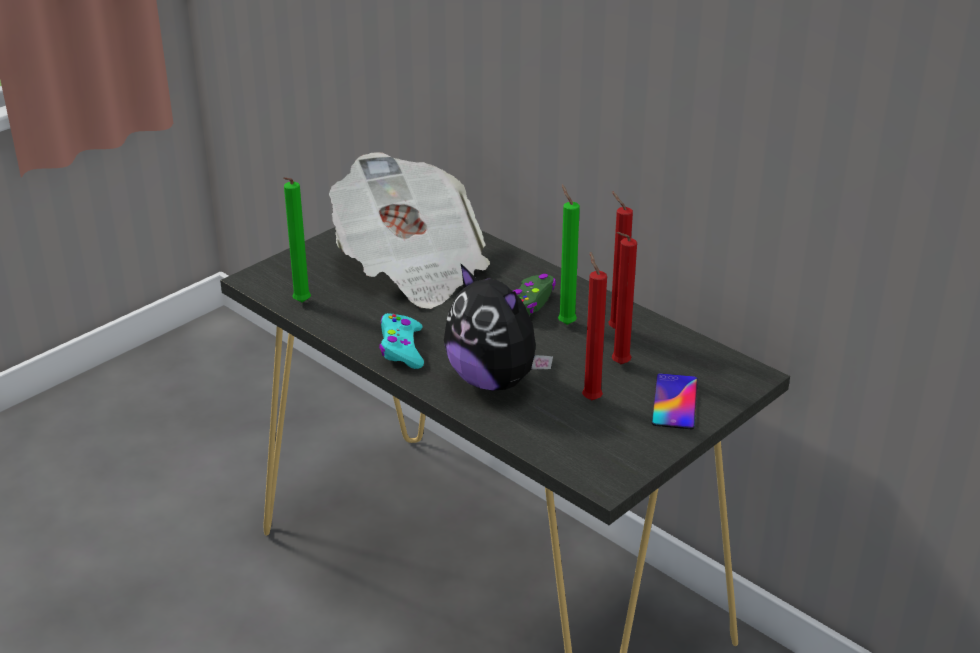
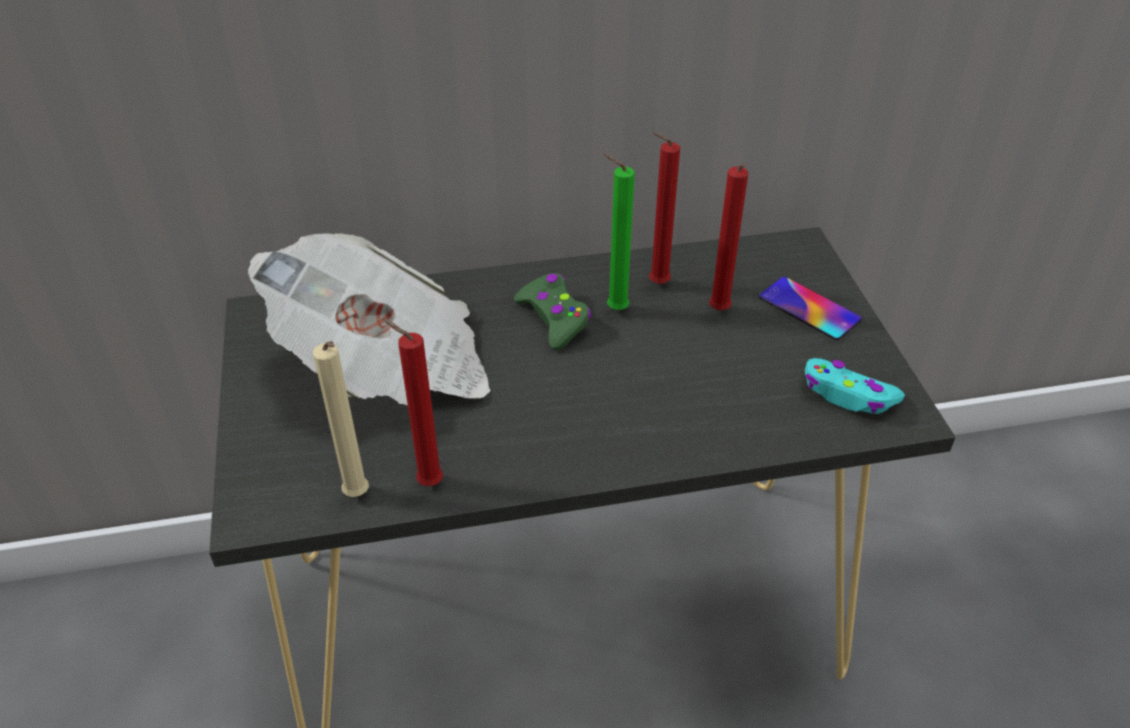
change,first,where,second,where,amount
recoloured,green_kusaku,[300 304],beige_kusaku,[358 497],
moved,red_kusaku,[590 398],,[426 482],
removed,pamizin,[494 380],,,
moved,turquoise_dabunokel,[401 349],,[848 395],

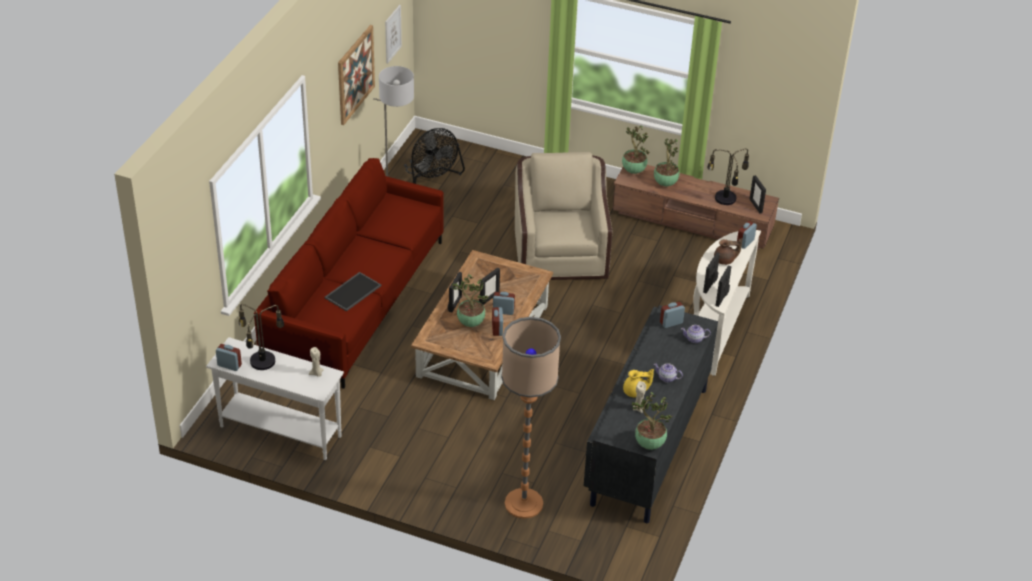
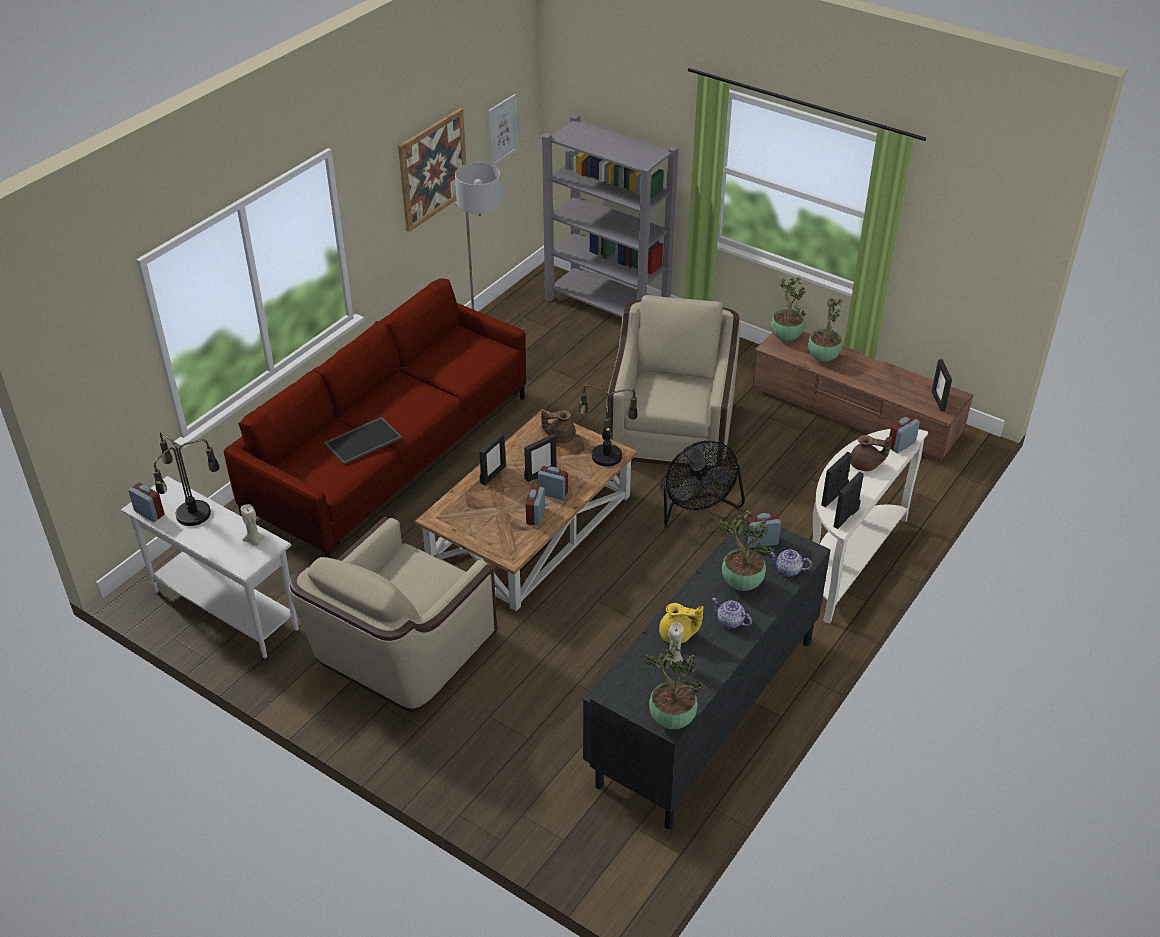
change,first,where,second,where,amount
moved,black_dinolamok,[430 177],,[693 507],
moved,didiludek,[725 198],,[606 457],
moved,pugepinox,[470 323],,[740 584],
removed,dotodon,[523 504],,,
added,,,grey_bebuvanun,[607 306],
added,,,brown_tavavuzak,[560 437],
added,,,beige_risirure,[399 652],

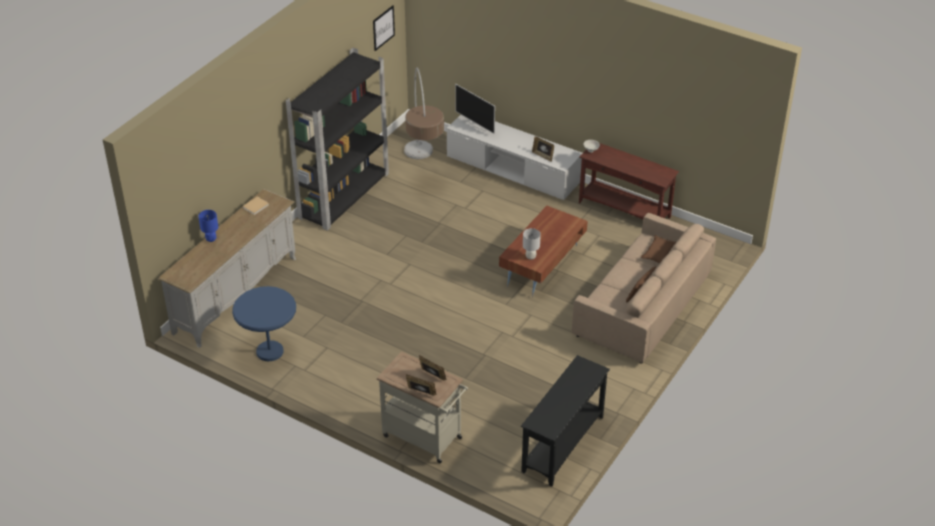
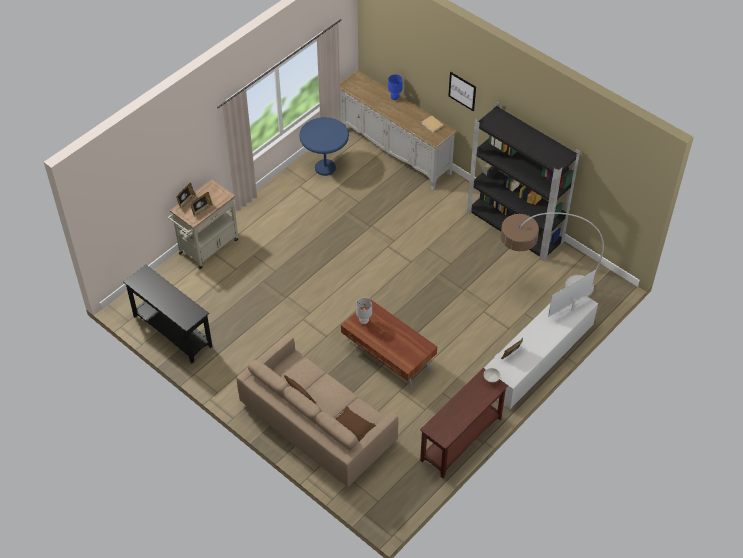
change,first,where,second,where,amount
moved,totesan,[383 28],,[462 91],

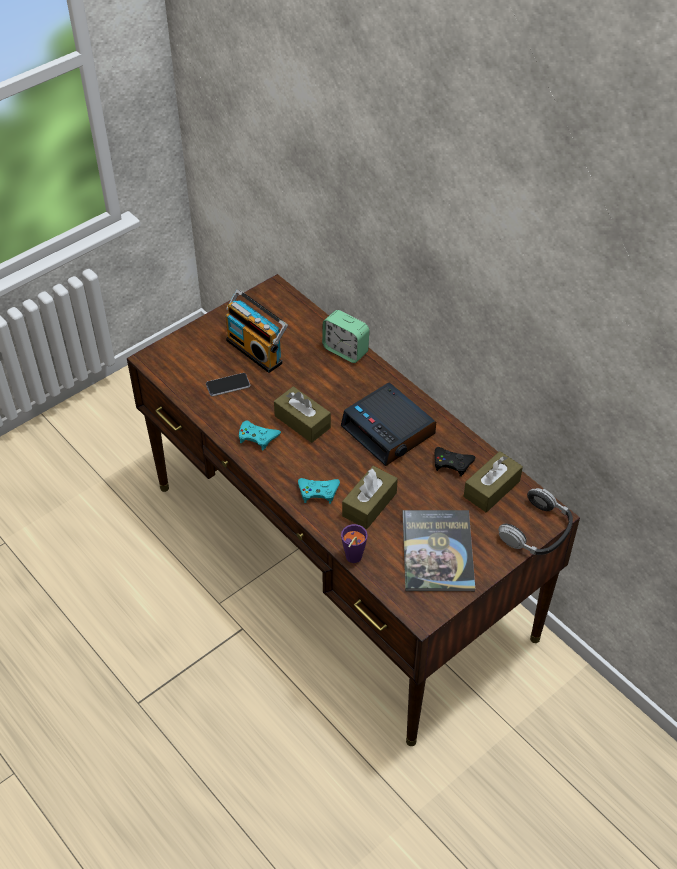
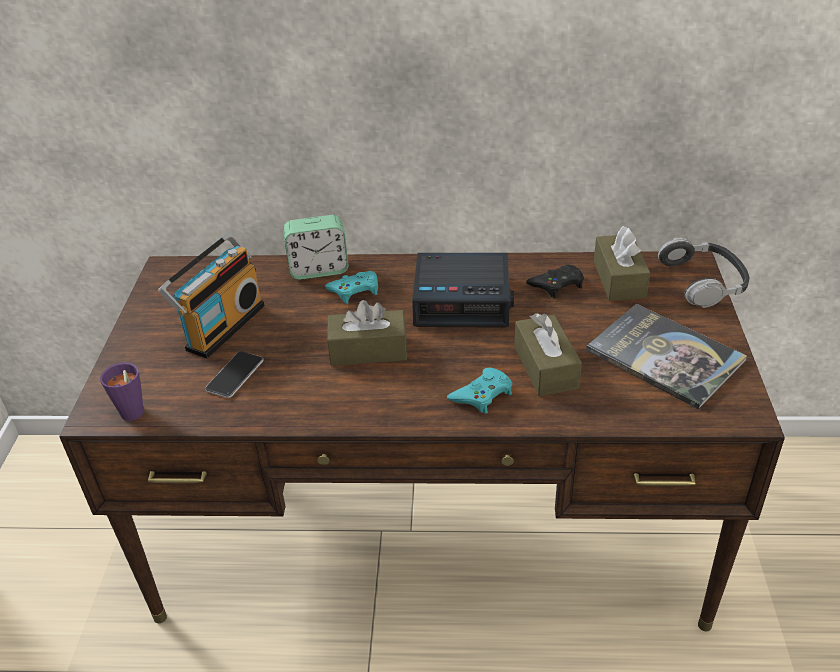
change,first,where,second,where,amount
turned,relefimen,[256 350],,[222 326],60 degrees counterclockwise
moved,turquoise_dabunokel,[257 437],,[355 290],
moved,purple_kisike,[352 559],,[133 416],

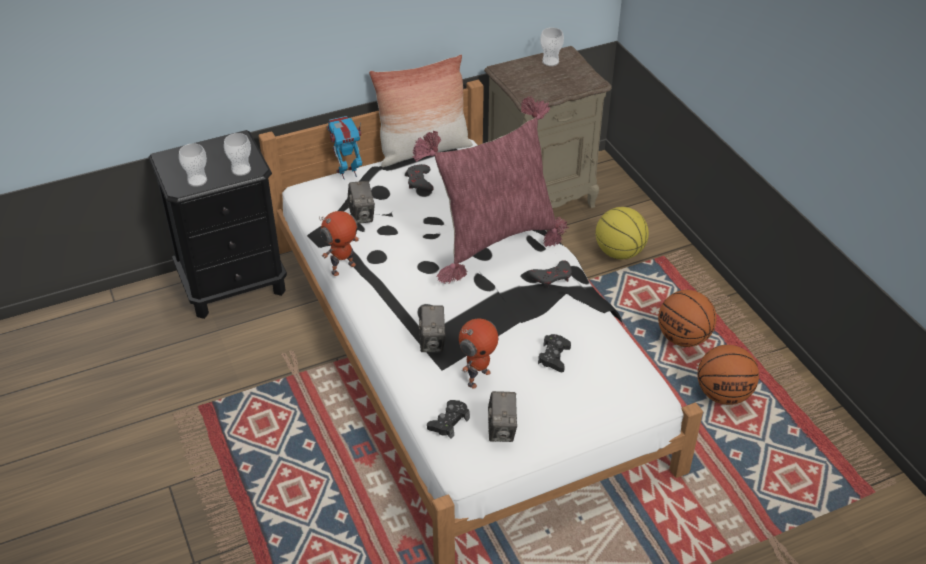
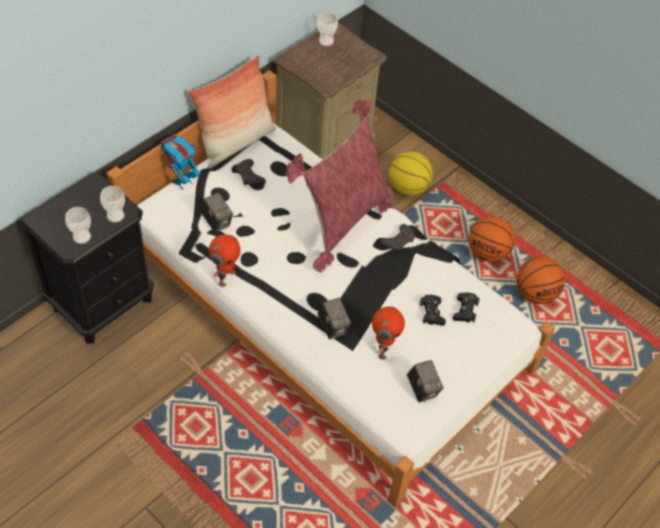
change,first,where,second,where,amount
moved,black_dabunokel,[449 422],,[465 310],

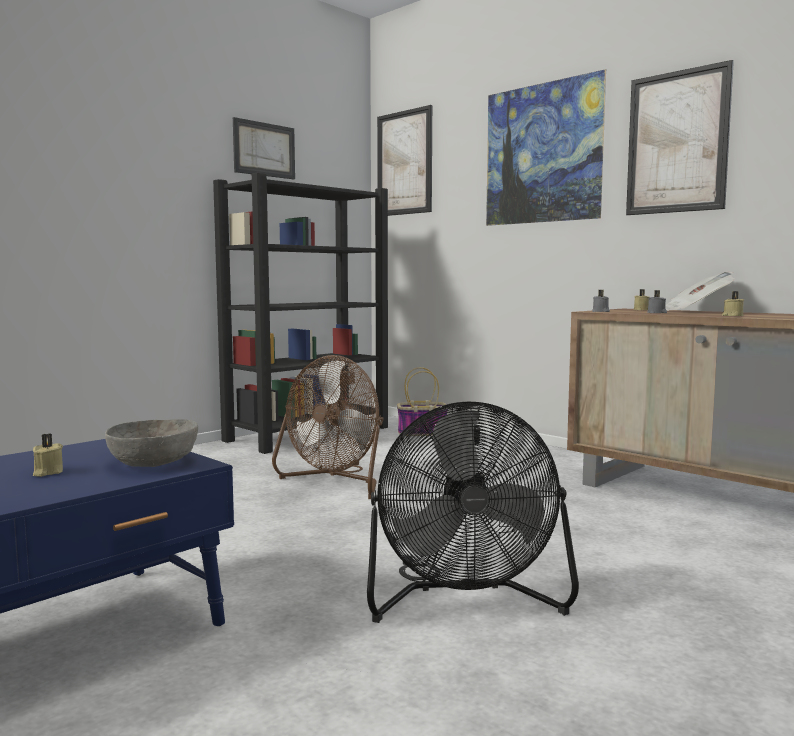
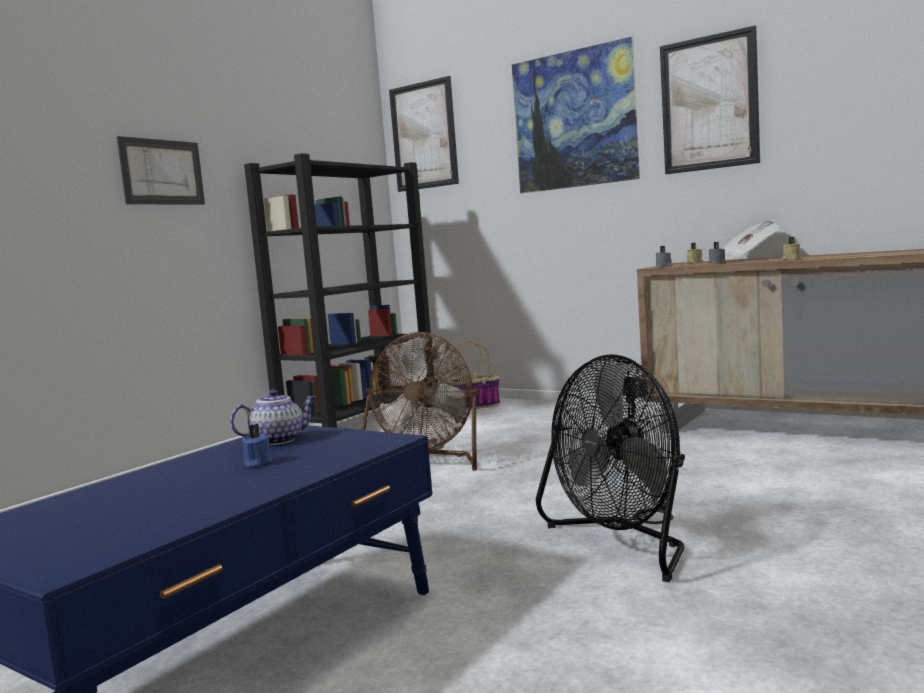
change,first,where,second,where,amount
moved,totesan,[264 149],,[162 172],
turned,black_dinolamok,[457 599],,[625 540],75 degrees clockwise
removed,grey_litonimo,[153 462],,,
recoloured,beige_kusaku,[47 472],blue_kusaku,[256 463],
added,,,tavavuzak,[278 440],

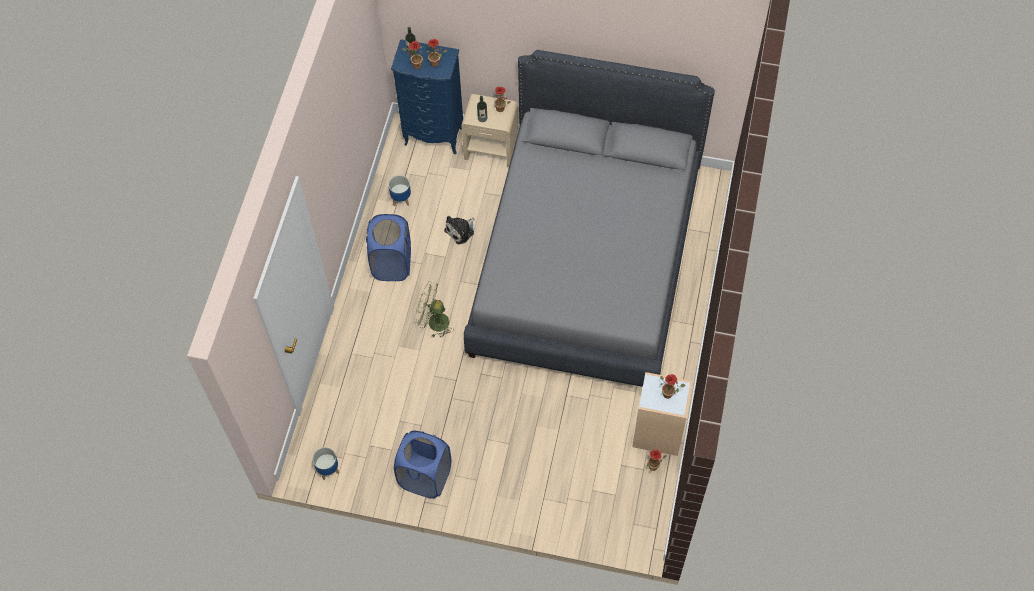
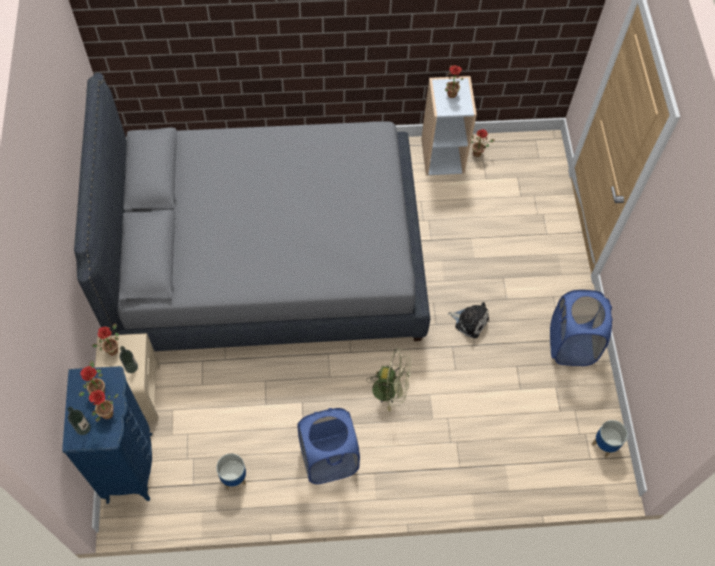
change,first,where,second,where,amount
moved,pamizin,[461 231],,[469 321],
turned,green_dinolamok,[433 322],,[390 390],75 degrees counterclockwise

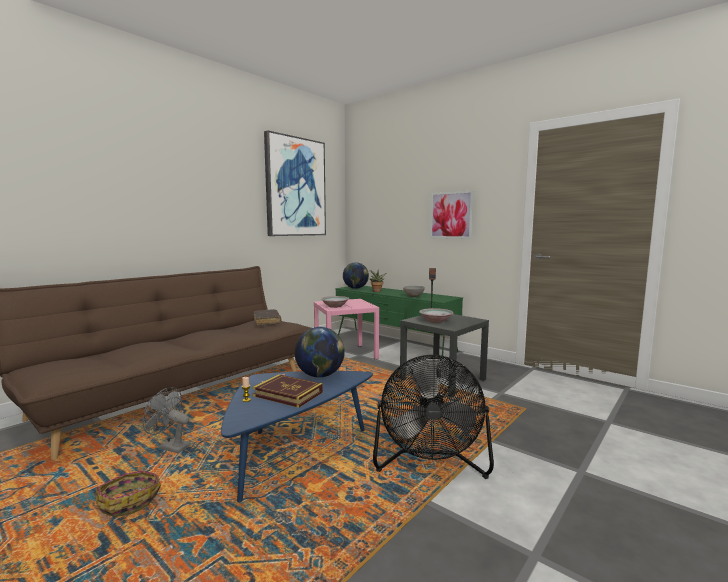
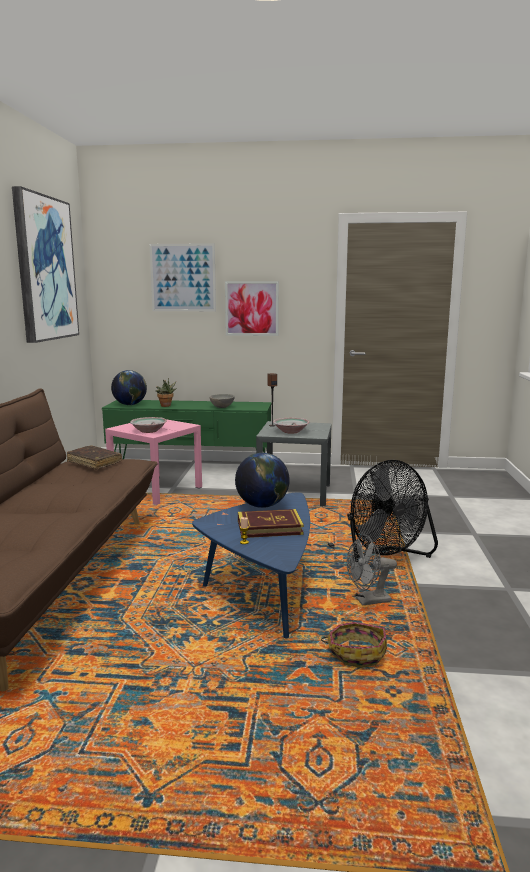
change,first,where,second,where,amount
moved,grey_dinolamok,[170 447],,[367 601],
moved,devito,[130 501],,[356 653],
added,,,totesan,[183 277],

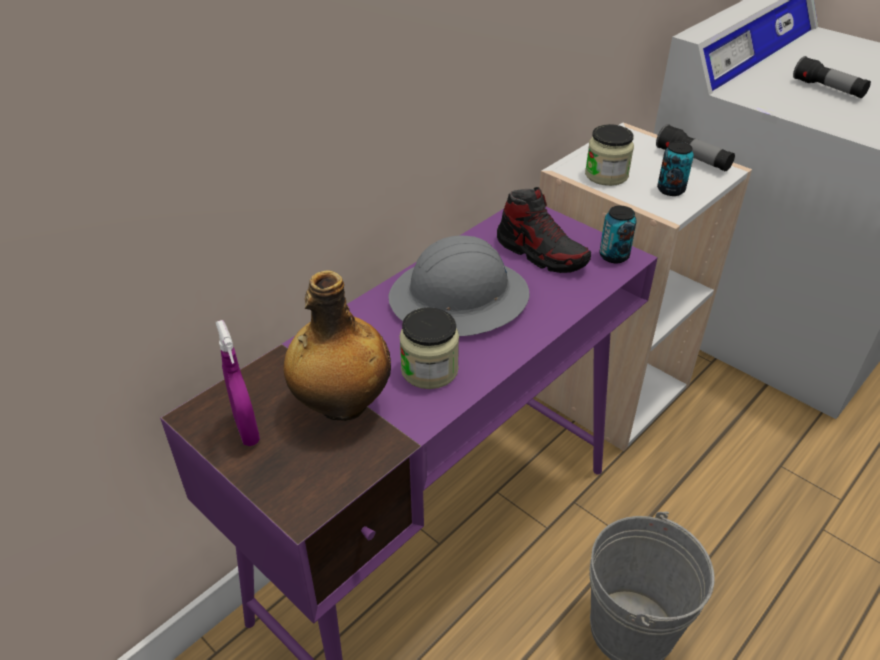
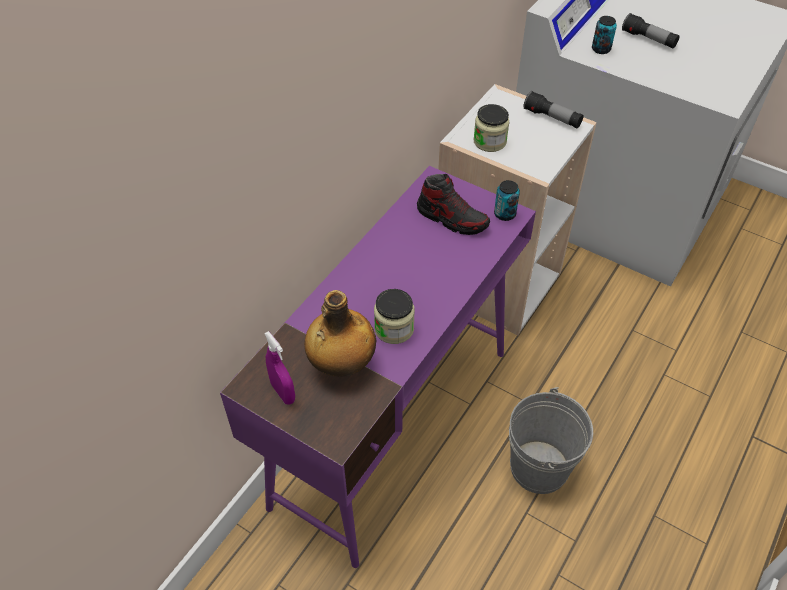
change,first,where,second,where,amount
moved,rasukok,[670 190],,[601 49],
removed,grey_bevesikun,[459 299],,,

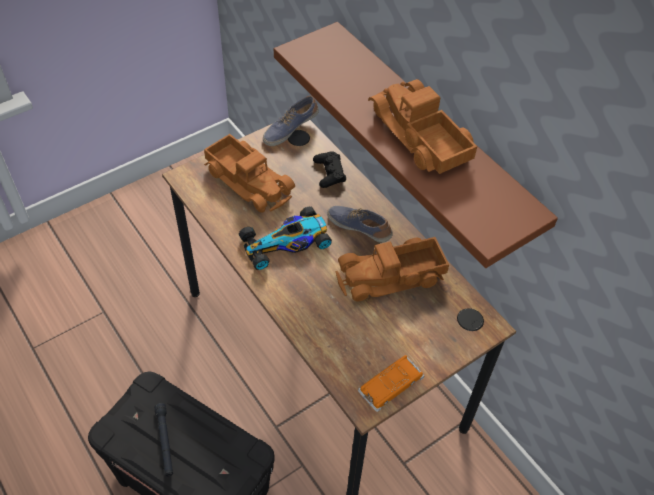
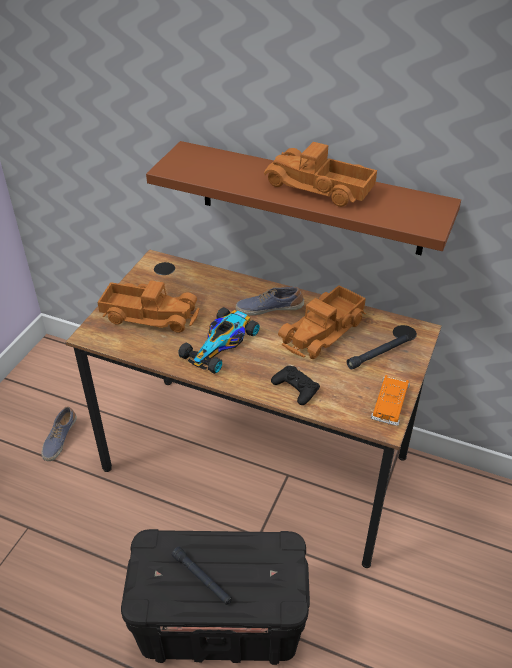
change,first,where,second,where,amount
moved,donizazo,[290 129],,[59 439],
moved,black_dabunokel,[329 172],,[295 388],
added,,,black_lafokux,[378 354],

